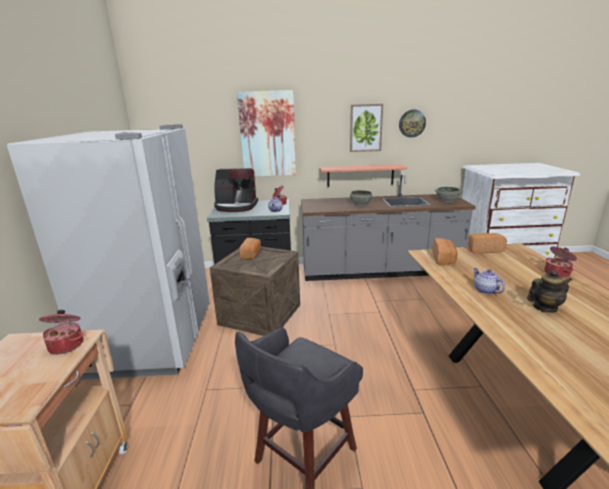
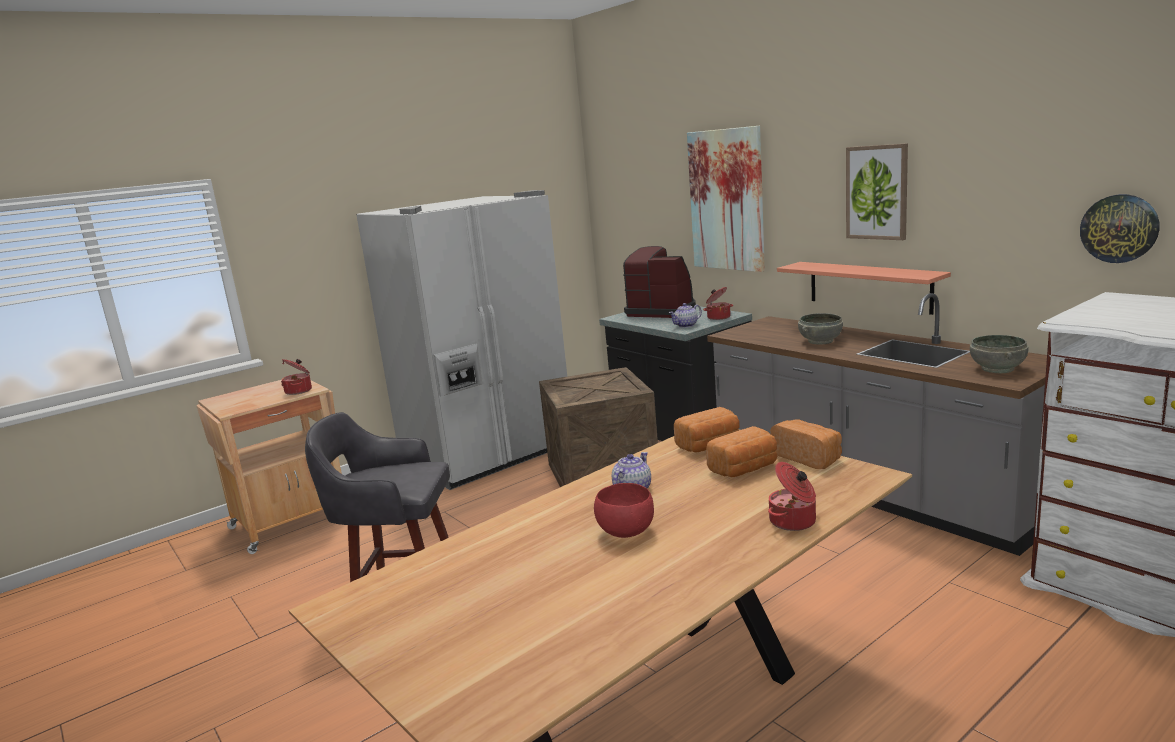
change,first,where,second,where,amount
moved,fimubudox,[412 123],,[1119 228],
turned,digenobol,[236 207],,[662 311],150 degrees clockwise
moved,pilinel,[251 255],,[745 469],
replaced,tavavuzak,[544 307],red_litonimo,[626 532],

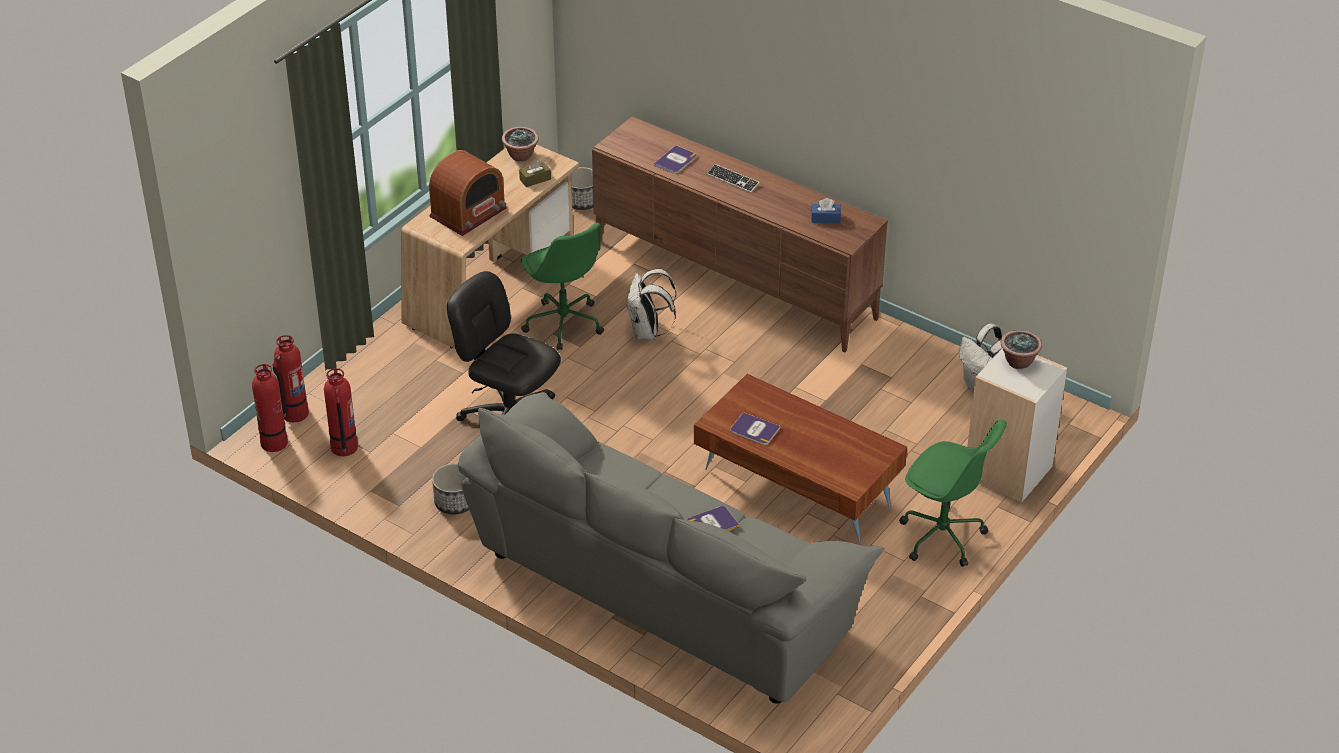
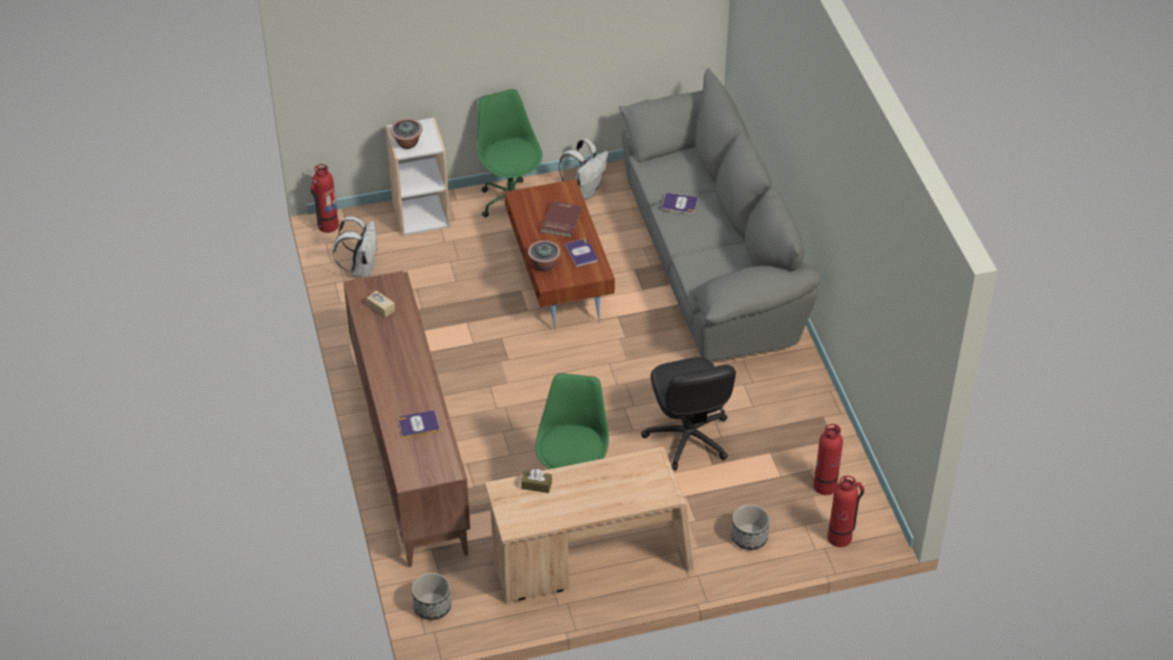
change,first,where,second,where,amount
moved,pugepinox,[521 156],,[544 265],
removed,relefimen,[468 213],,,
removed,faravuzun,[732 179],,,
recoloured,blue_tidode,[825 218],beige_tidode,[381 308],
moved,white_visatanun,[648 332],,[585 191],
moved,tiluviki,[274 442],,[327 225],
moved,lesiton,[454 502],,[749 537],
added,,,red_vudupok,[560 220],

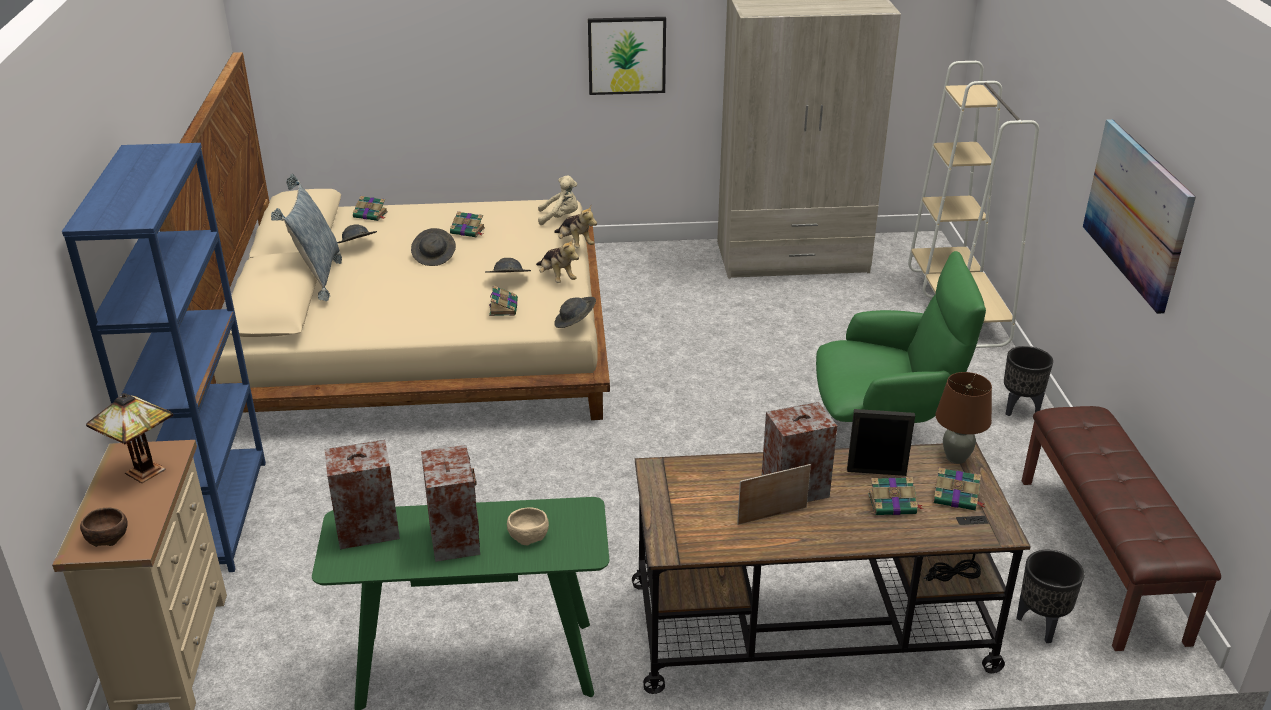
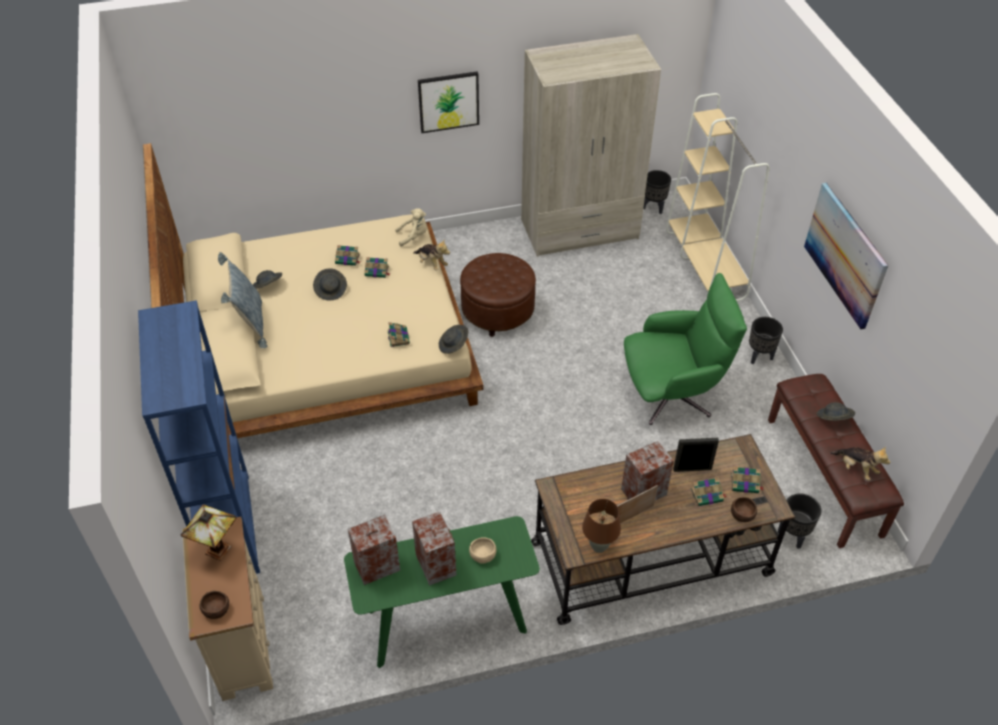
change,first,where,second,where,amount
moved,vudupok,[371 215],,[377 271],
moved,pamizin,[556 278],,[856 468],
moved,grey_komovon,[508 281],,[833 419],
moved,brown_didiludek,[956 458],,[599 547],
added,,,black_lesiton,[653 207],
added,,,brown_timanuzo,[497 313],
added,,,brown_litonimo,[743 514],

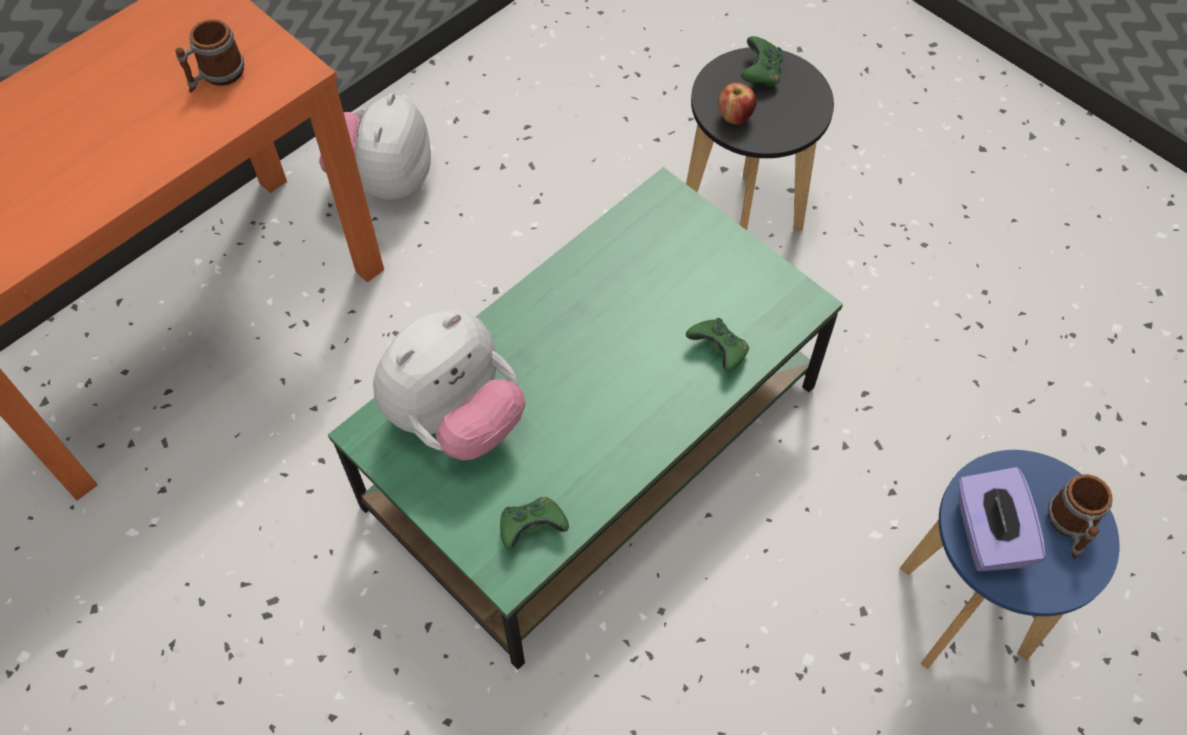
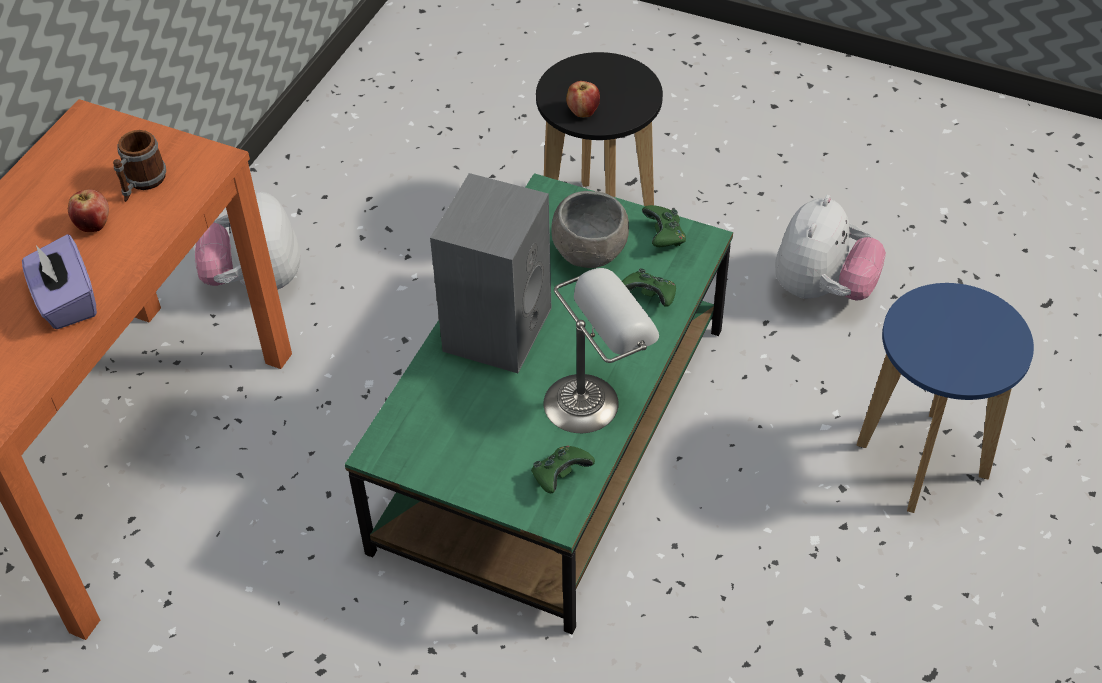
change,first,where,second,where,amount
moved,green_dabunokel,[760 74],,[664 237],
moved,pamizin,[455 418],,[821 289],
moved,purple_tidode,[988 534],,[66 301],
removed,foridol,[1070 527],,,
added,,,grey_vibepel,[496 327],
added,,,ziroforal,[94 225],
added,,,grey_litonimo,[589 253],
added,,,white_didiludek,[594 395],

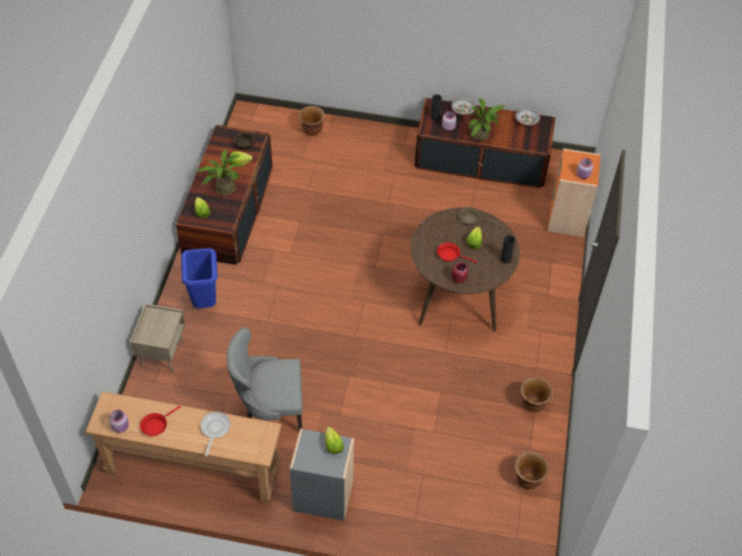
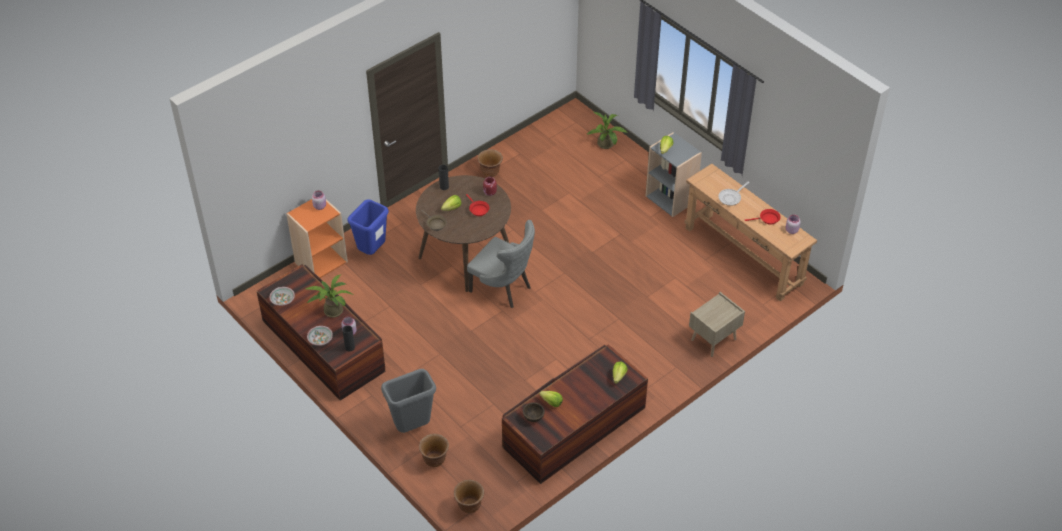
change,first,where,second,where,amount
moved,pugepinox,[223 188],,[607 145],
moved,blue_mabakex,[205 303],,[372 251],
moved,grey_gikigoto,[269 410],,[503 288],
moved,brown_lesiton,[528 480],,[469 506],
added,,,grey_mabakex,[412 428],

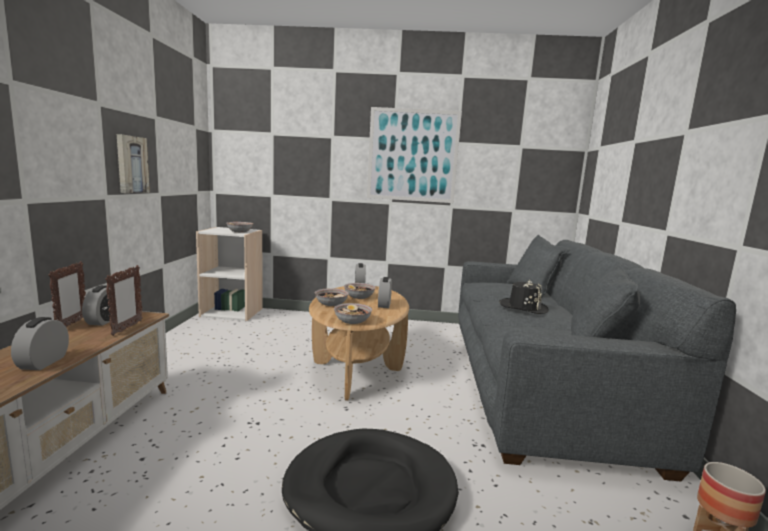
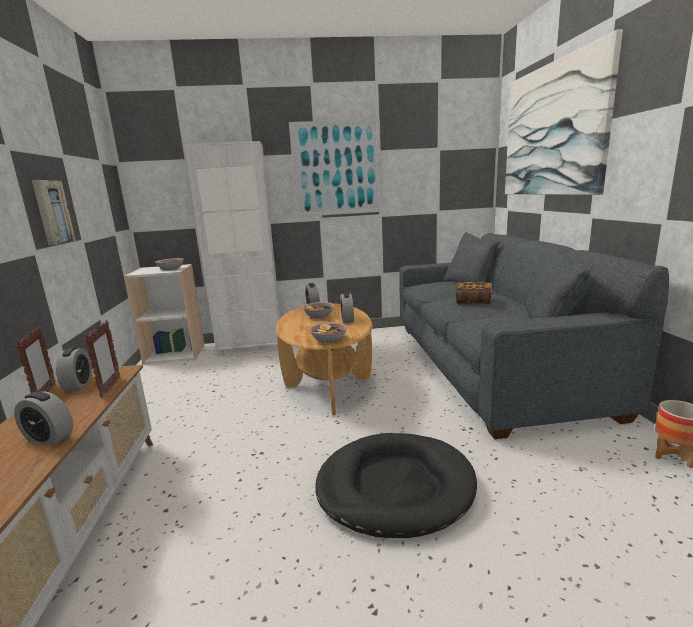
change,first,where,second,where,amount
replaced,black_komovon,[523 307],vudupok,[473 301],
removed,litonimo,[331 304],,,
turned,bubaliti,[43 363],,[49 438],60 degrees counterclockwise
added,,,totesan,[552 130],
added,,,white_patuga,[251 346],

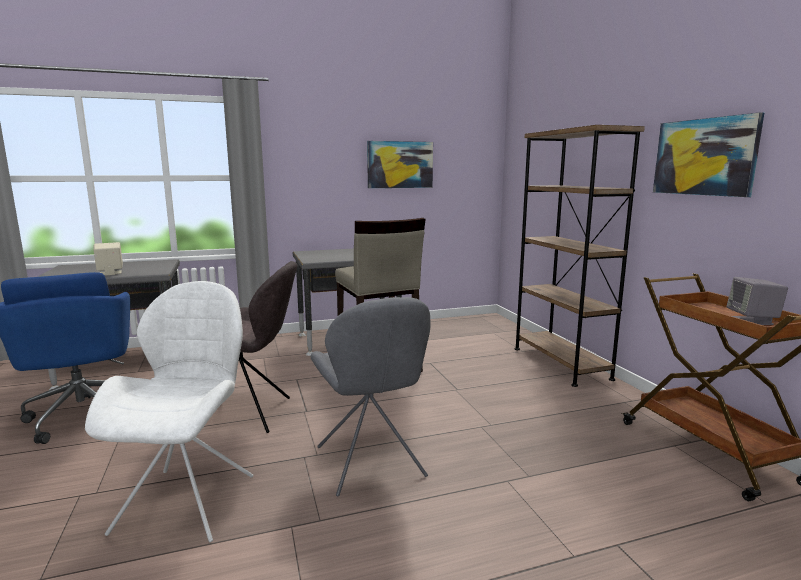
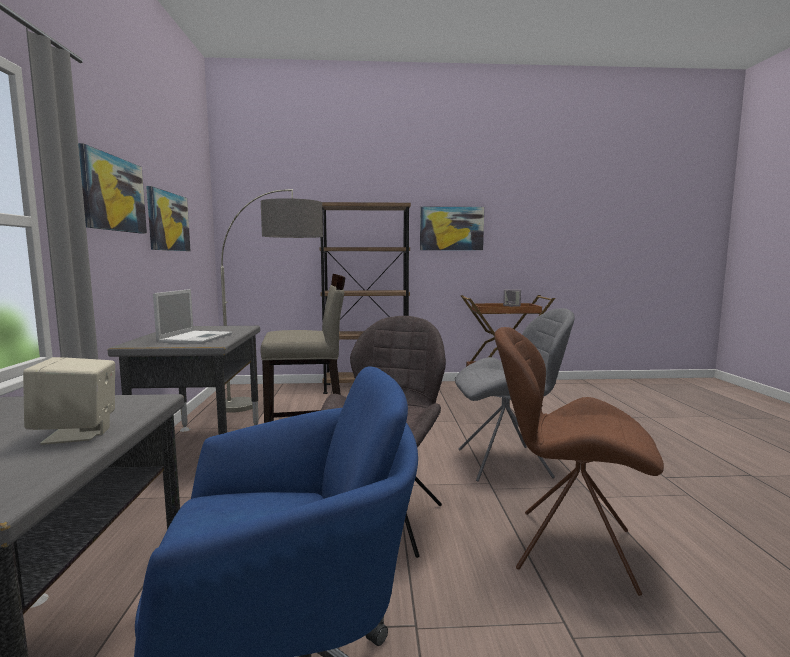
change,first,where,second,where,amount
recoloured,white_gikigoto,[189 500],brown_gikigoto,[568 547],
added,,,totesan,[113 193],
added,,,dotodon,[277 410],
added,,,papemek,[196 338],

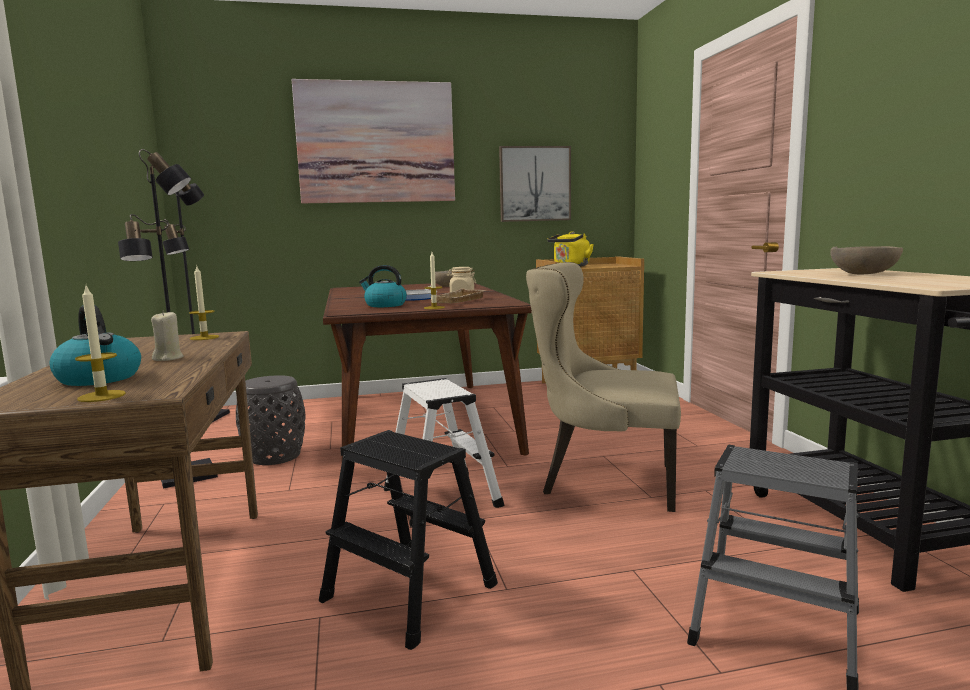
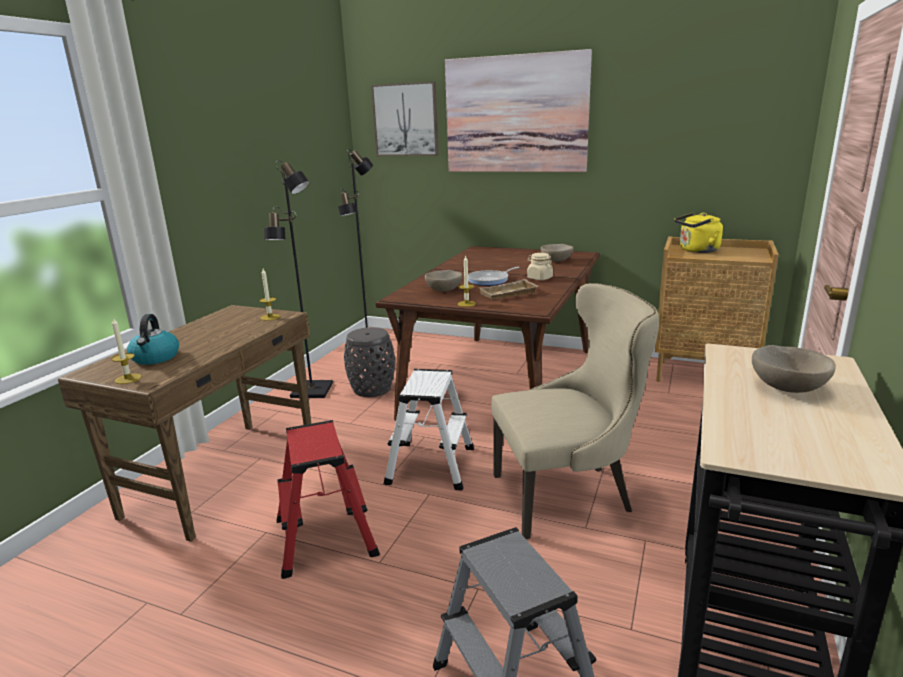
change,first,where,second,where,amount
moved,totesan,[534 184],,[406 120],
turned,beige_gikigoto,[603 481],,[567 495],120 degrees clockwise
replaced,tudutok,[385 305],beige_litonimo,[444 290],
removed,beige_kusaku,[168 358],,,
recoloured,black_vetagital,[409 591],red_vetagital,[325 536],

